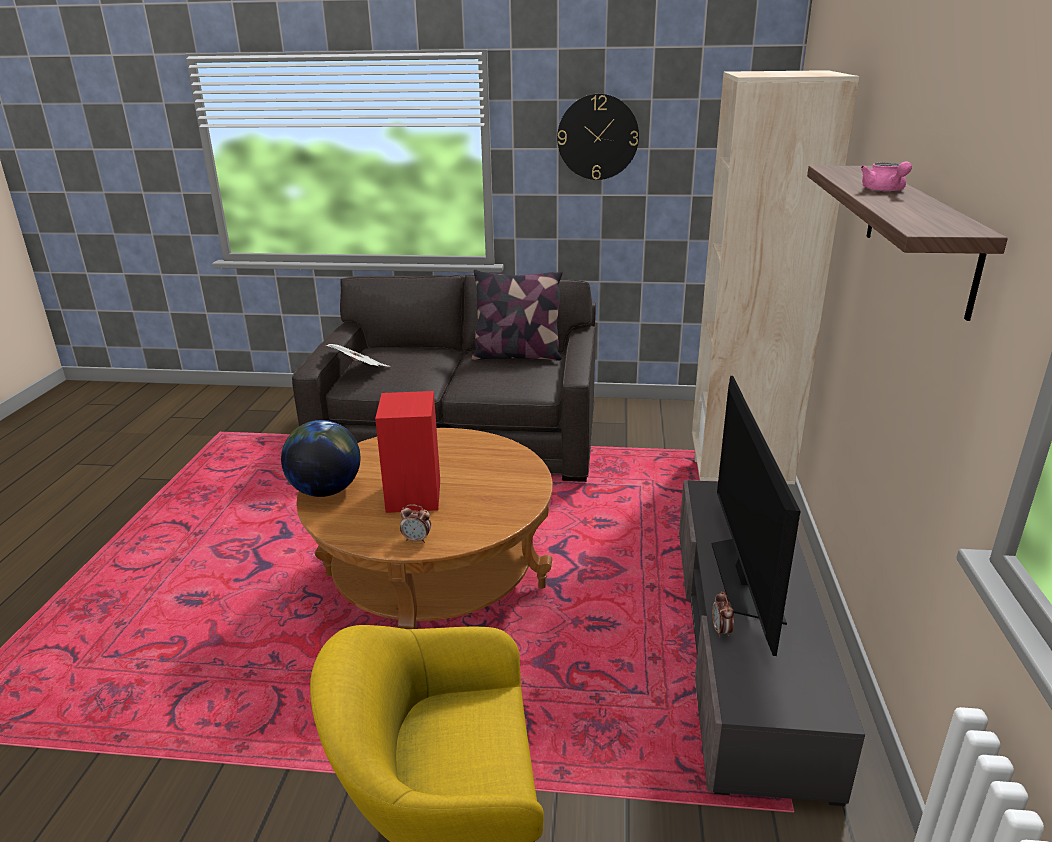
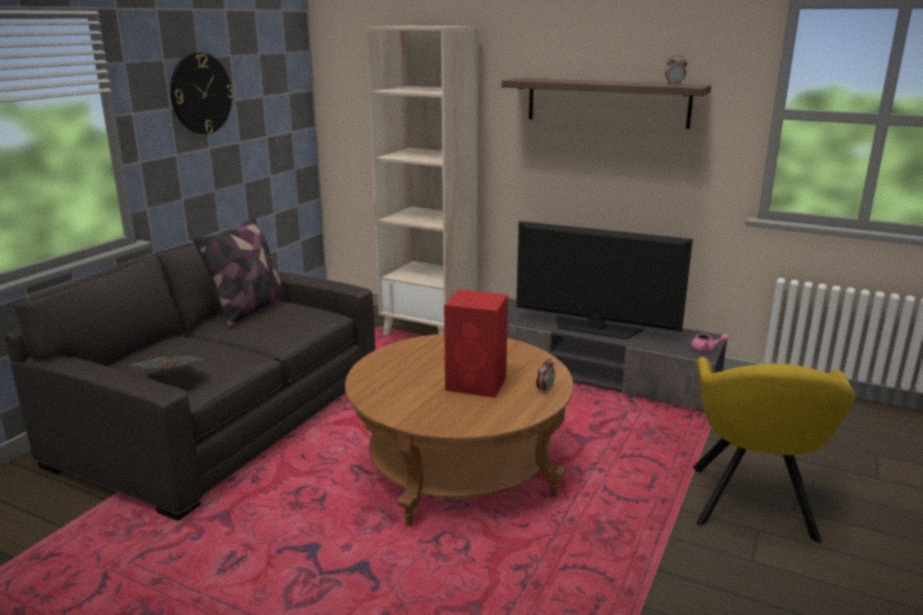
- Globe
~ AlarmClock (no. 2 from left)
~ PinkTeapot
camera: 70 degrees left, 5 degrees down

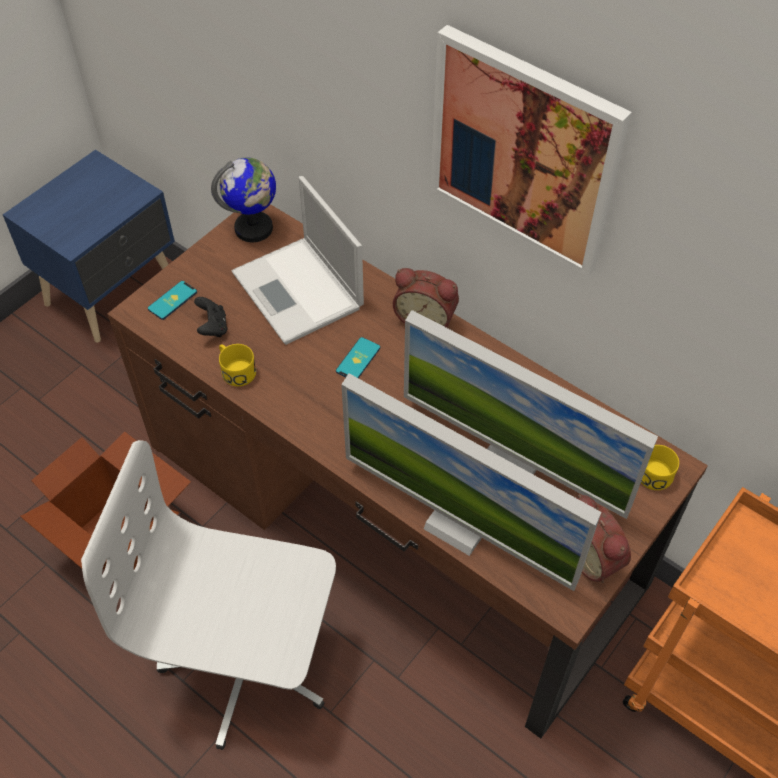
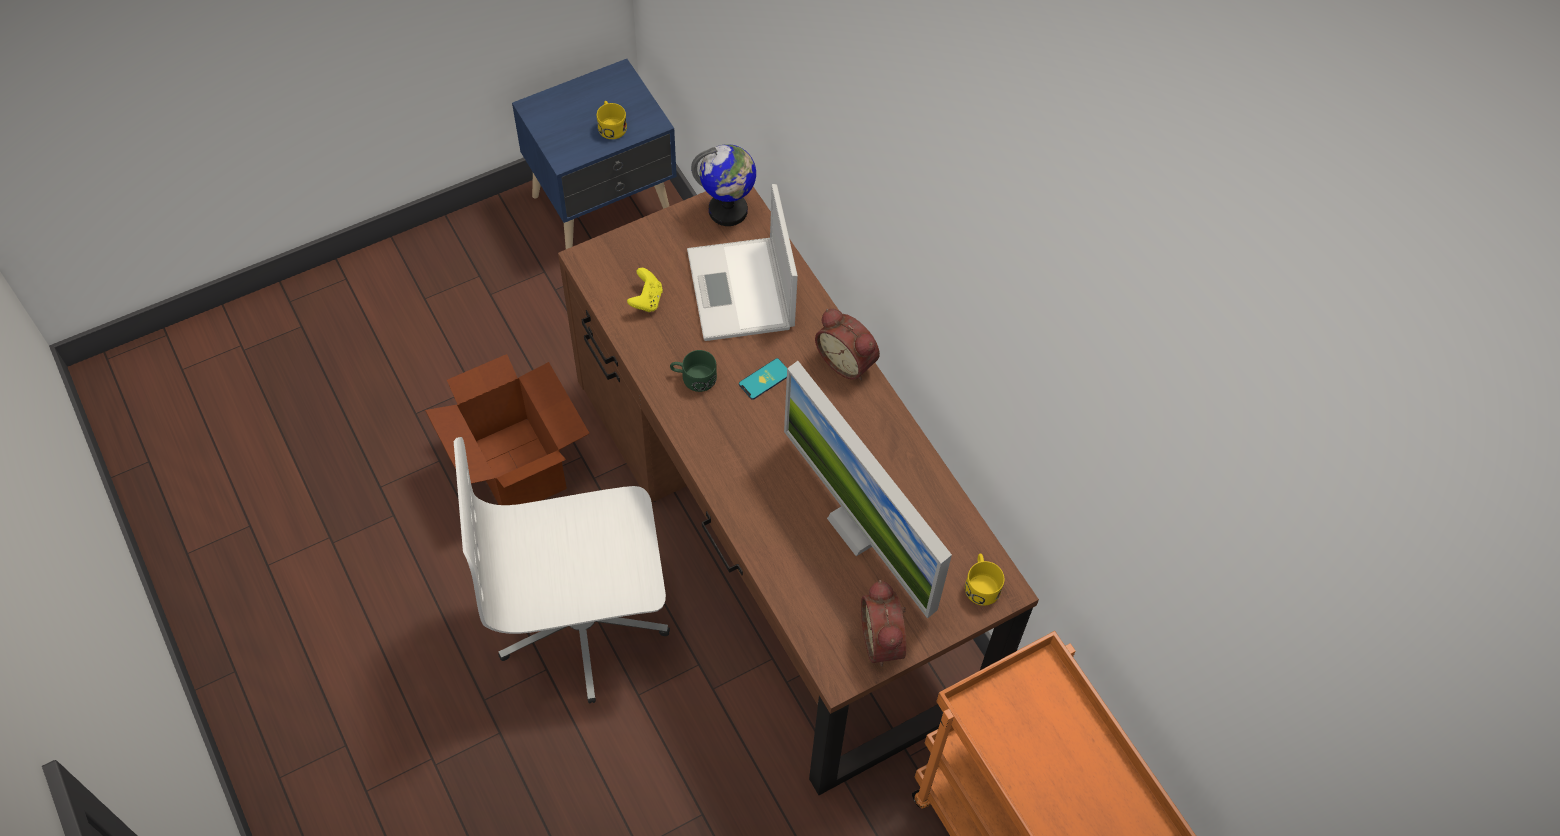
~ WhiteOfficeChair 45 degrees counterclockwise
- Phone (no. 1 from left)
~ BlackGameController to YellowGameController
~ YellowMug (no. 1 from left)
- Monitor (no. 1 from left)
- Picture
+ GreenMug
camera: 20 degrees right, 5 degrees up

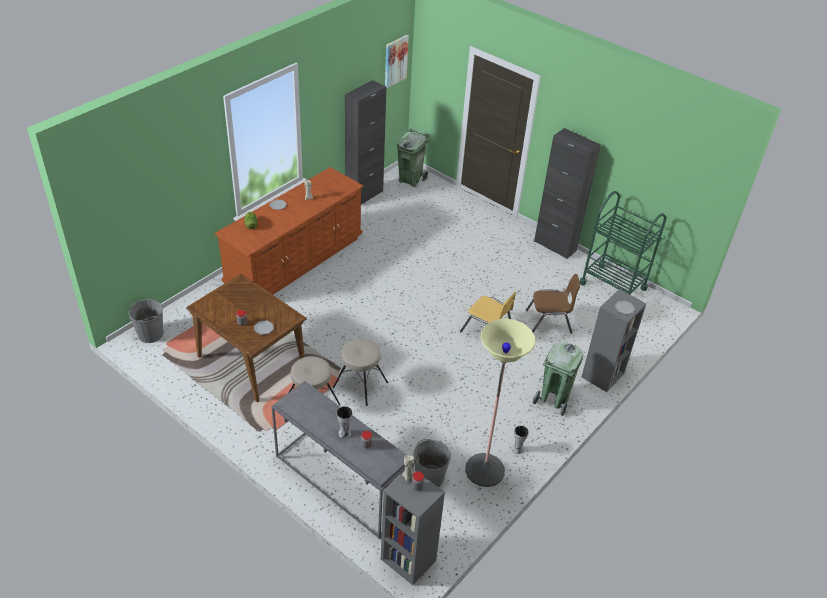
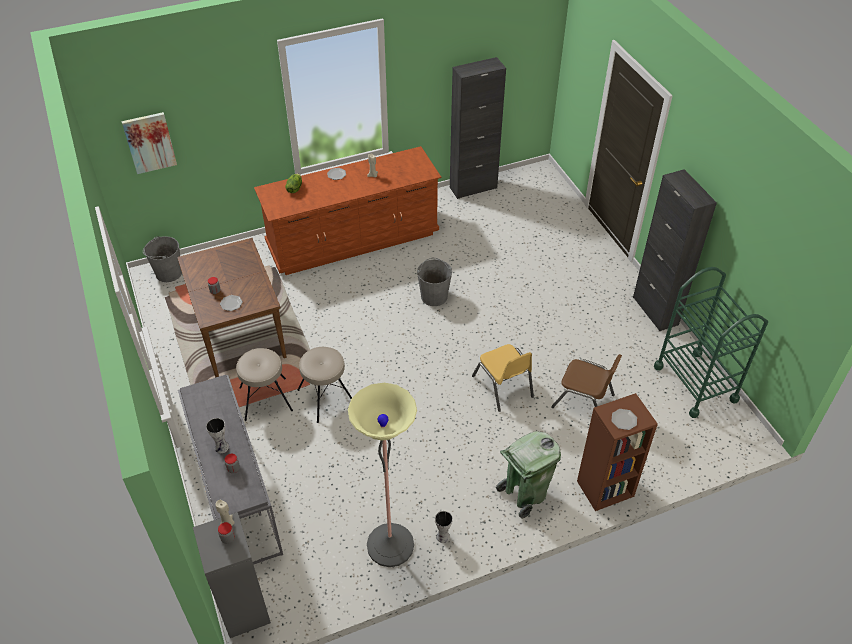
~ Picture
- GreenTrashCan (no. 1 from left)
~ GreyBucket (no. 2 from left)
~ GreyBookcase (no. 2 from left) to BrownBookcase
camera: 30 degrees right, 5 degrees up

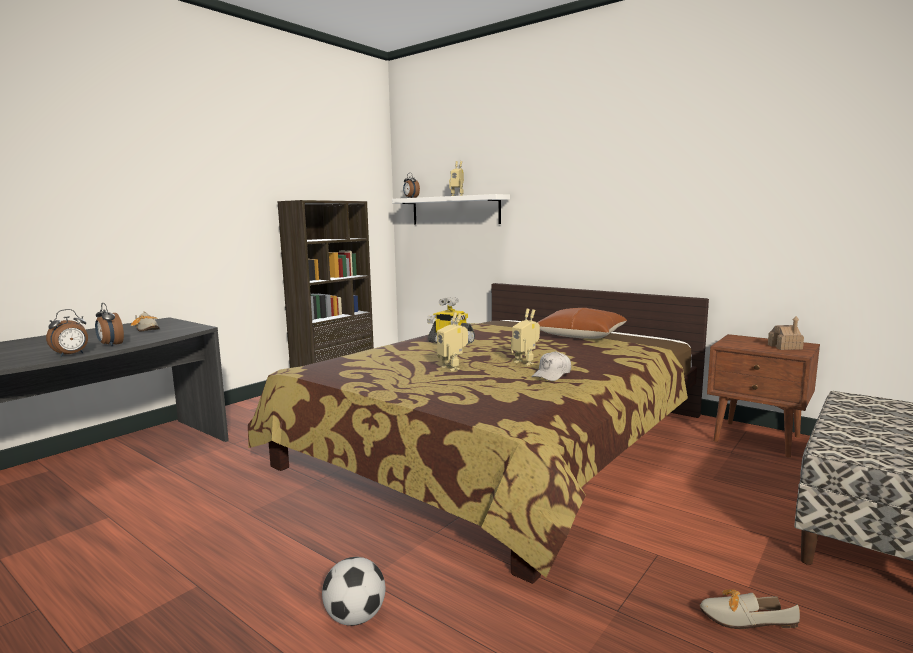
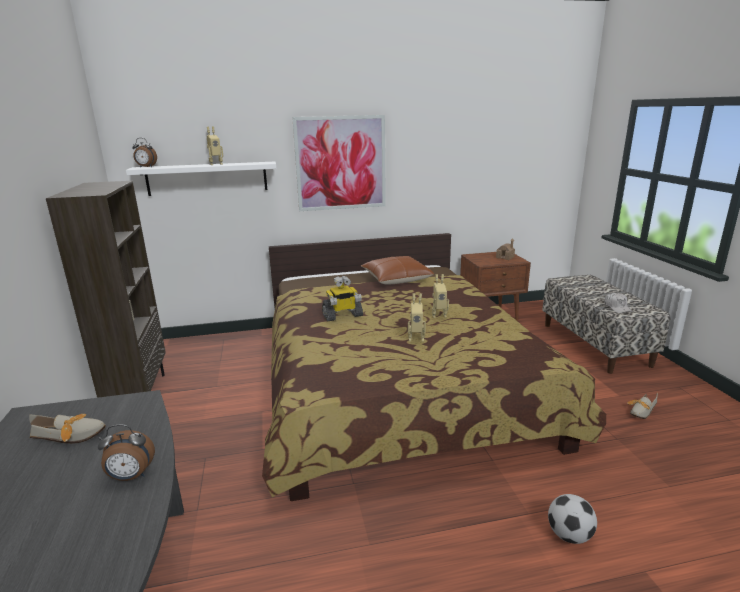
- AlarmClock (no. 1 from left)
~ WhiteCap
+ Picture
camera: 50 degrees left, 10 degrees up

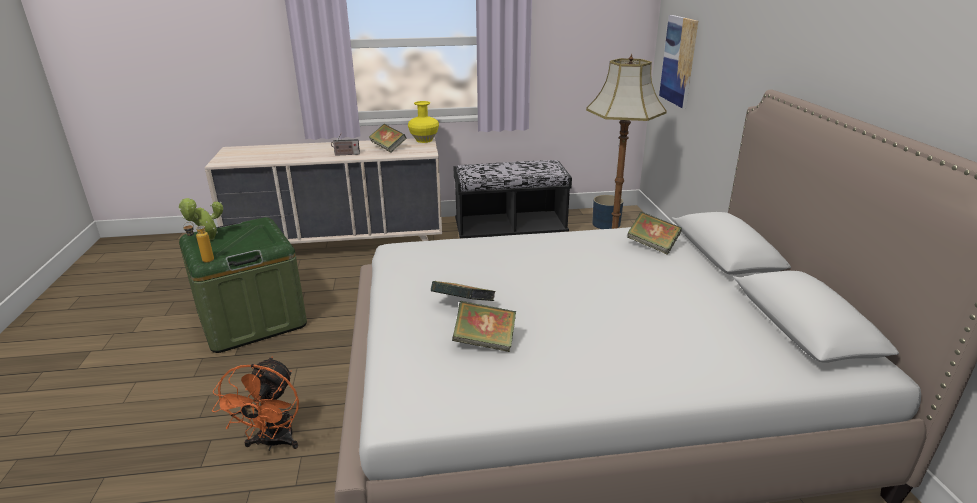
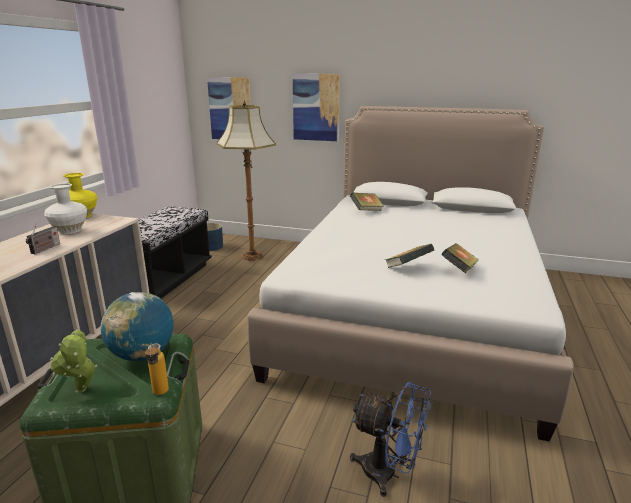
~ OrangeFan to BlueFan
~ Book (no. 1 from left) to WhiteVase
+ Globe
+ Picture (no. 2 from left)
camera: 65 degrees left, 5 degrees down

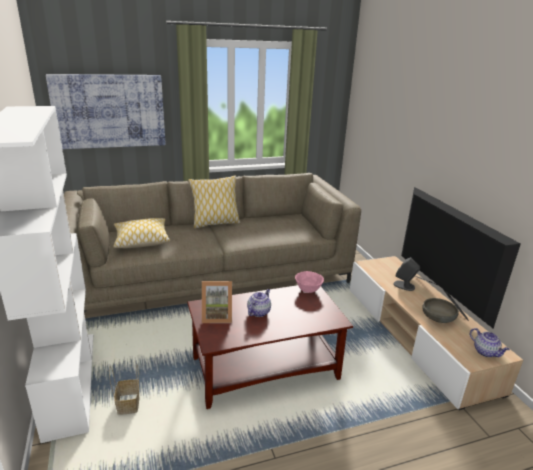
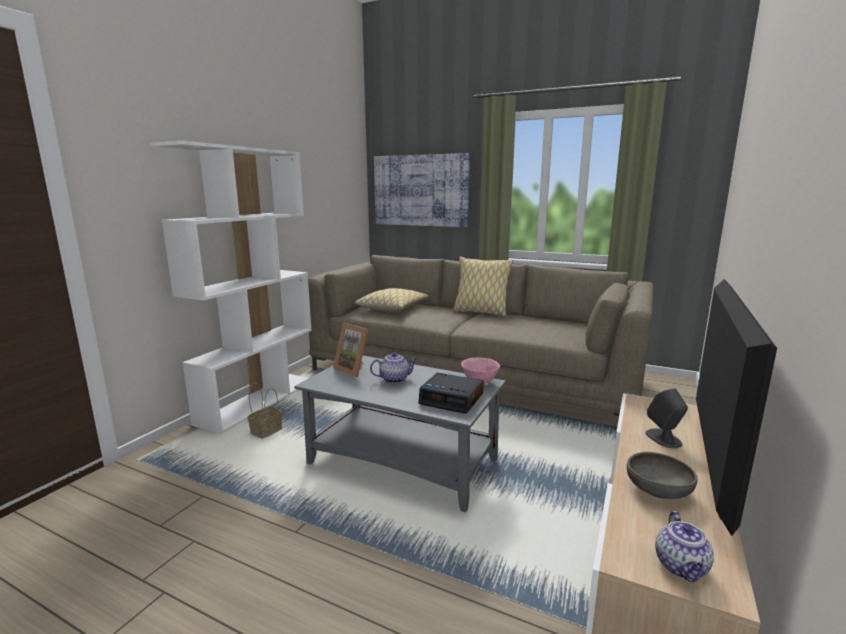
~ BrownCoffeeTable to GreyCoffeeTable
+ AlarmClock
camera: 45 degrees right, 10 degrees down

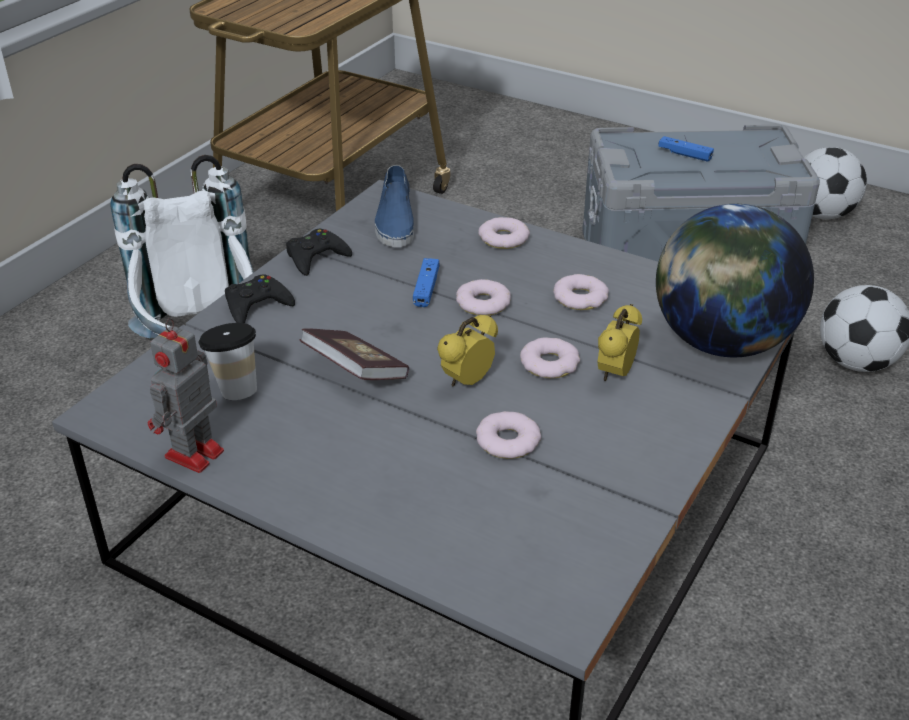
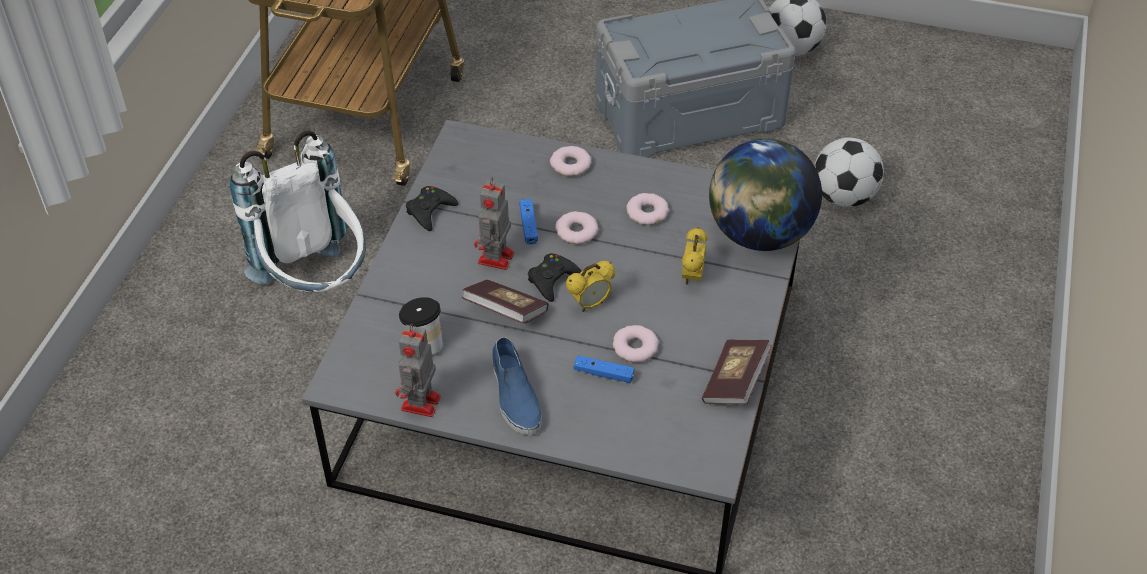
~ BlackGameController (no. 1 from left in the first image) to BlackGameController (no. 2 from left)
~ BlueShoe
~ AlarmClock (no. 1 from left) 150 degrees counterclockwise
- Donut (no. 4 from left)
~ BlueGameController (no. 2 from left)
+ ToyRobot (no. 2 from left)
+ Book (no. 2 from left)
camera: 15 degrees left, 10 degrees up

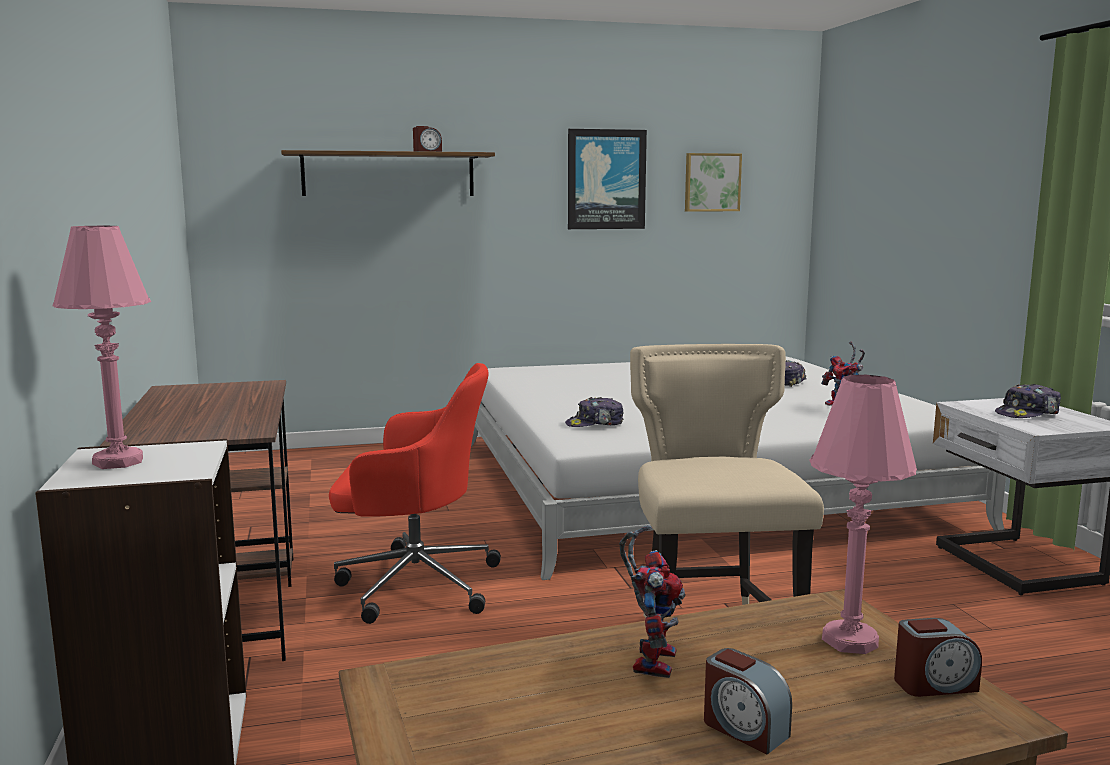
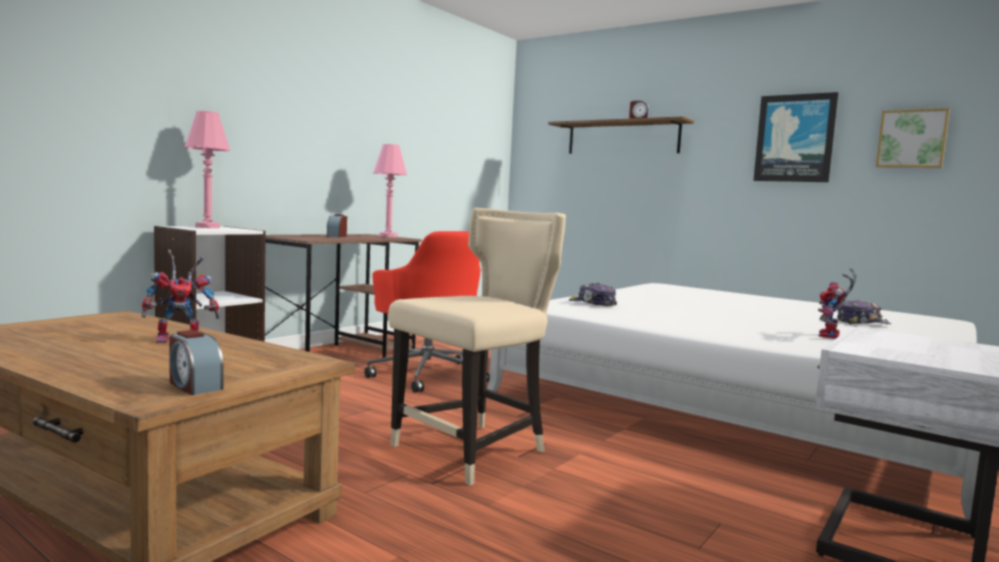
~ AlarmClock (no. 2 from left)
~ PinkTableLamp (no. 2 from left)
- Cap (no. 3 from left)
camera: 50 degrees right, 5 degrees down

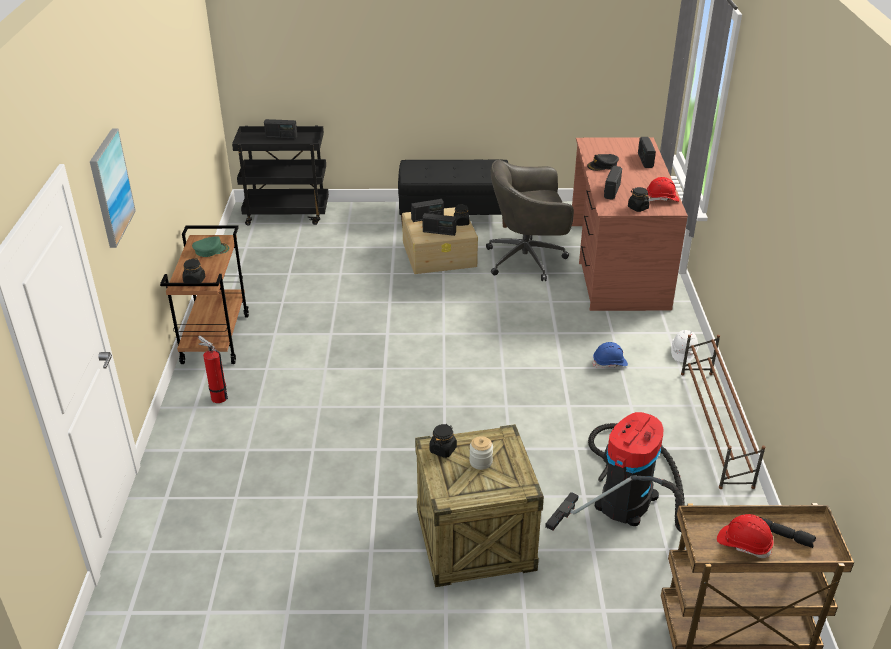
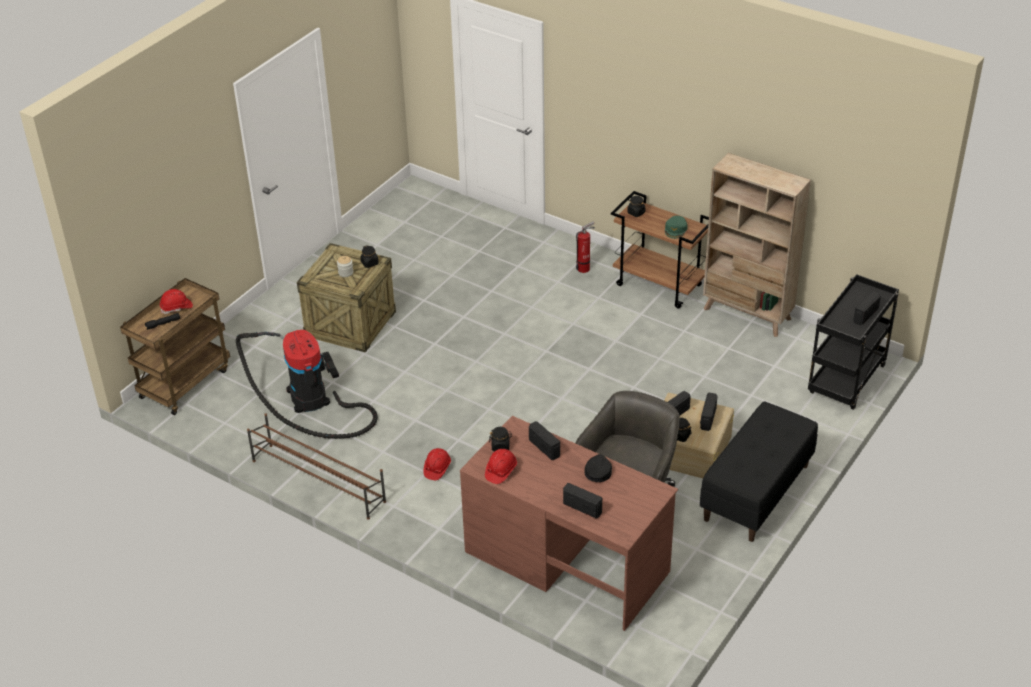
- Picture
~ BlueHardHat to RedHardHat (no. 2 from left)
- WhiteHardHat
+ BeigeBookcase
camera: 125 degrees right, 5 degrees up

